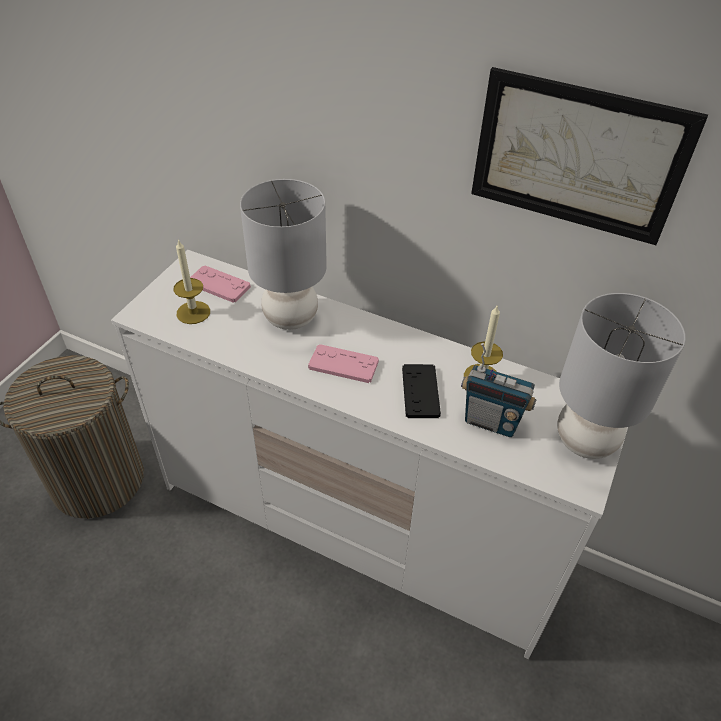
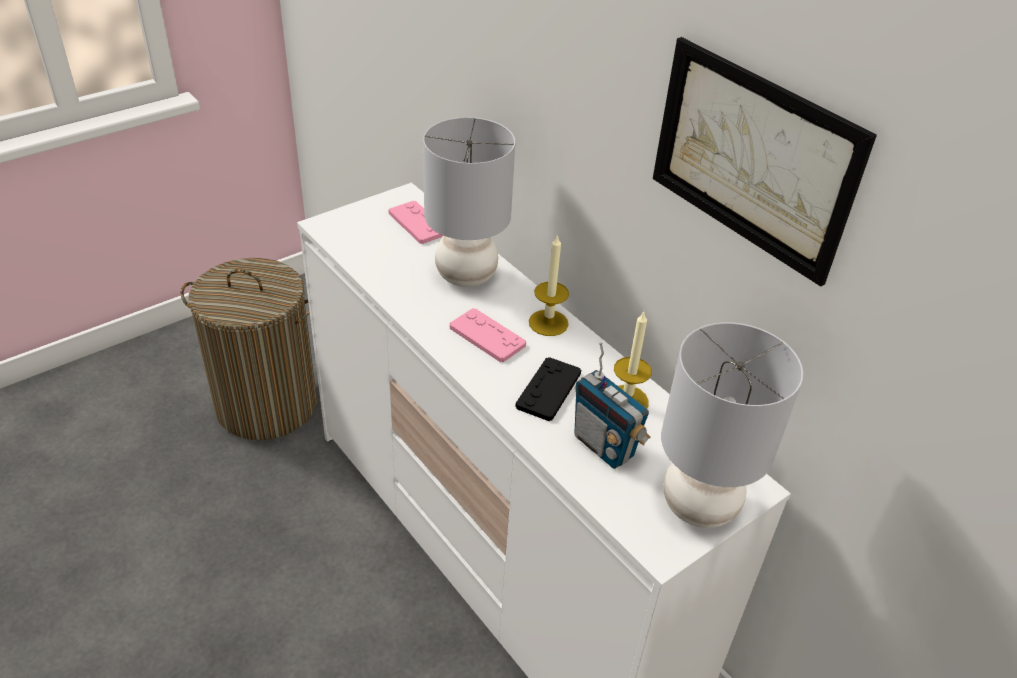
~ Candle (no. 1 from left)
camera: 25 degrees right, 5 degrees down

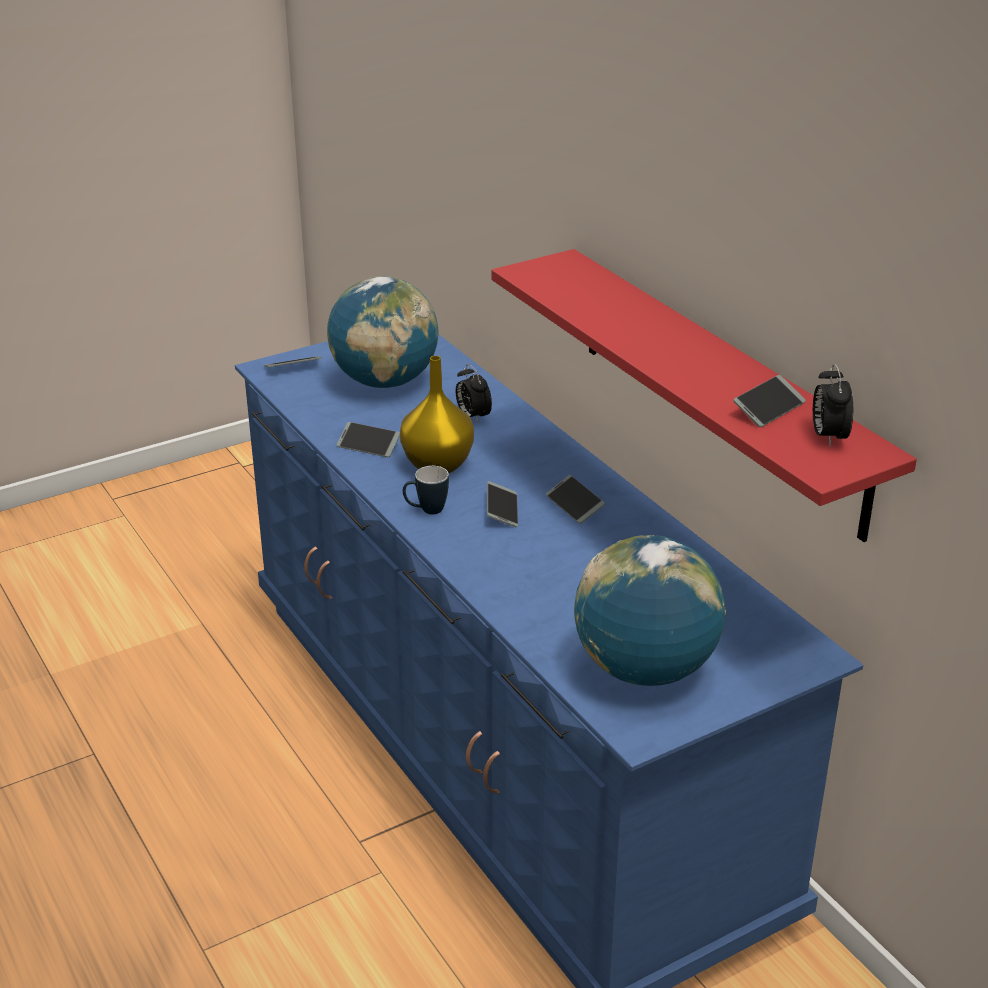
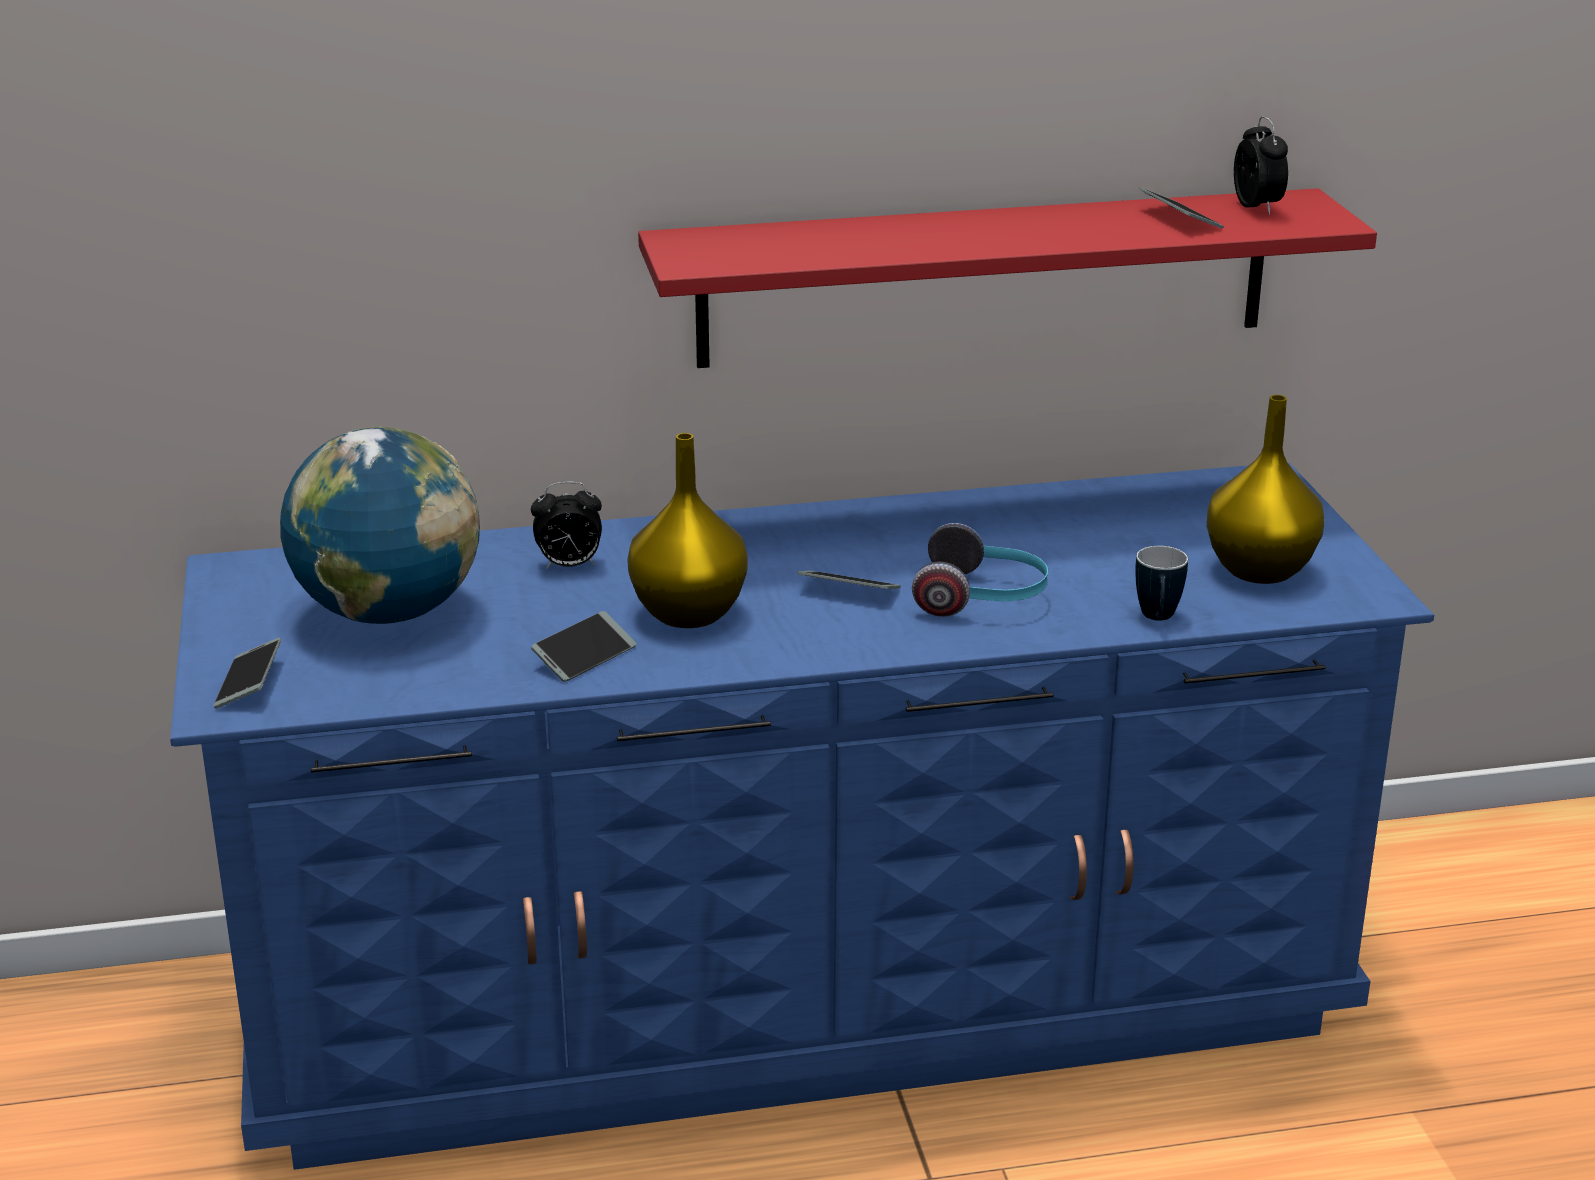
~ Mug
- Phone (no. 4 from left)
~ Globe (no. 2 from left) to YellowVase (no. 2 from left)
~ AlarmClock (no. 2 from left) 120 degrees counterclockwise
+ Headphones
camera: 70 degrees left, 5 degrees down

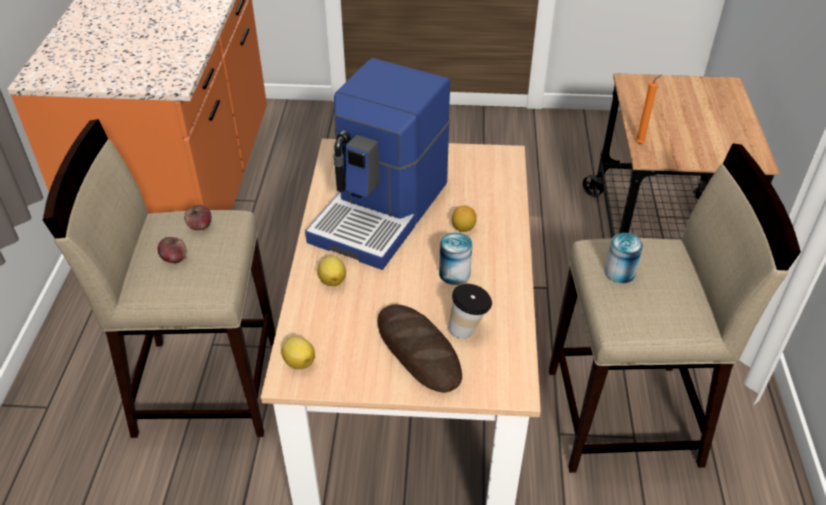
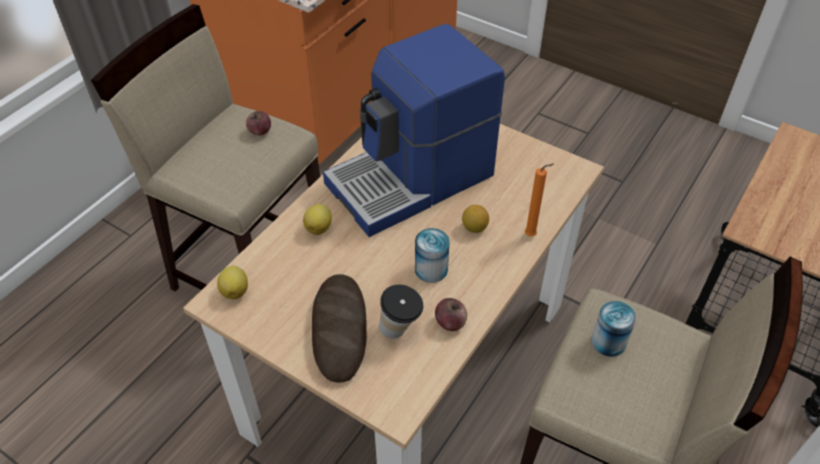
~ Apple (no. 1 from left in the first image) to Apple (no. 2 from left)
~ OrangeCandle
camera: 30 degrees right, 5 degrees up

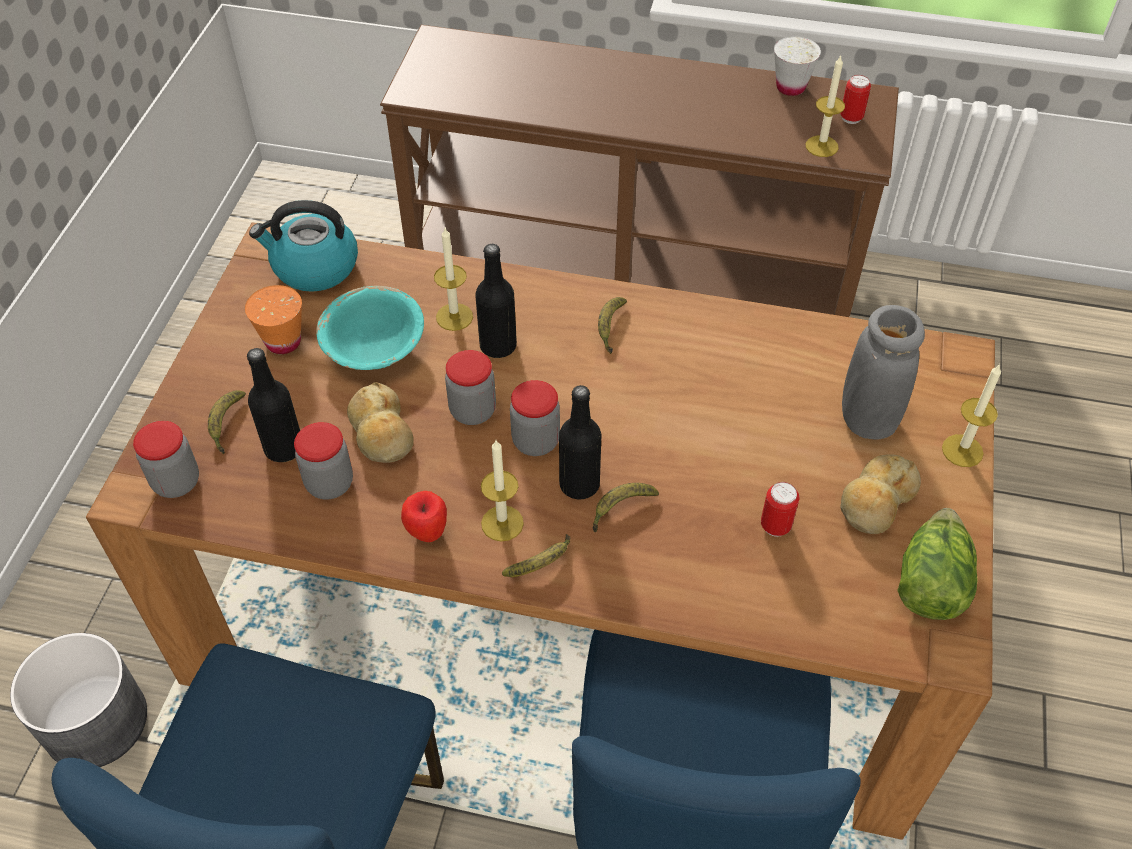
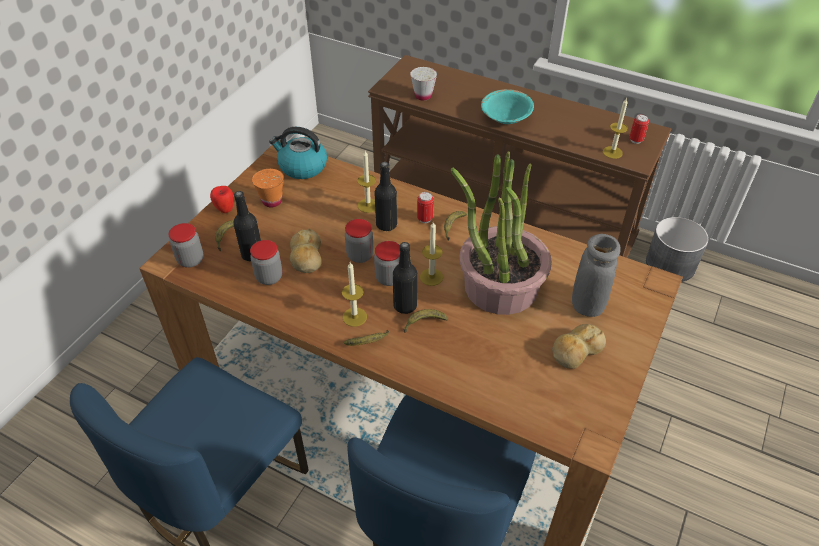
~ GreyPlanter
~ TurquoiseBowl
~ Apple
~ Can (no. 1 from left)
~ WhiteCup
- Lettuce
~ Candle (no. 4 from left in the first image) to Candle (no. 3 from left)
+ PottedPlant
camera: 15 degrees right, 5 degrees down

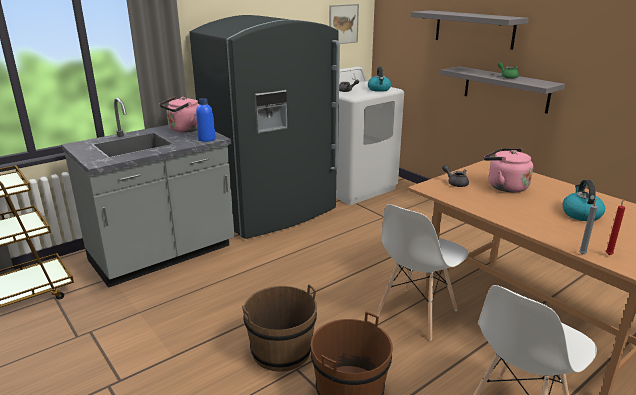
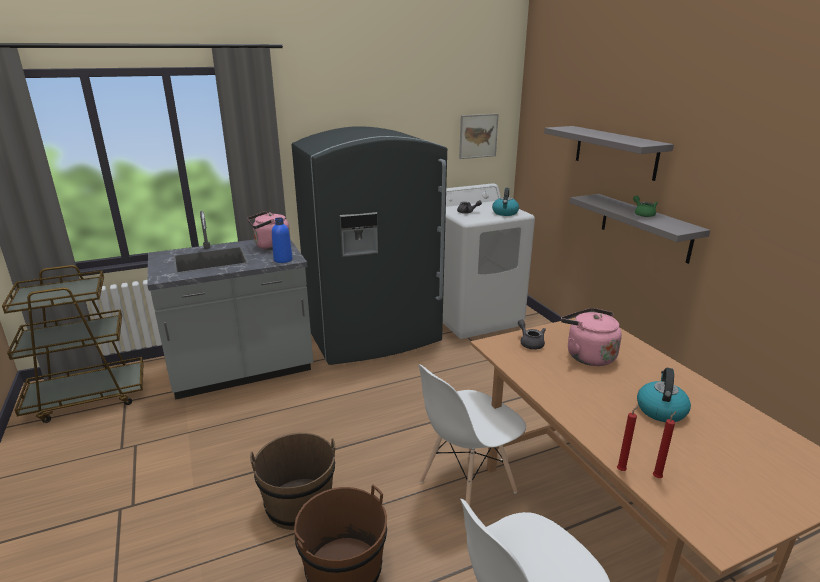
~ GreyCandle to RedCandle (no. 1 from left)
camera: 15 degrees right, 0 degrees up

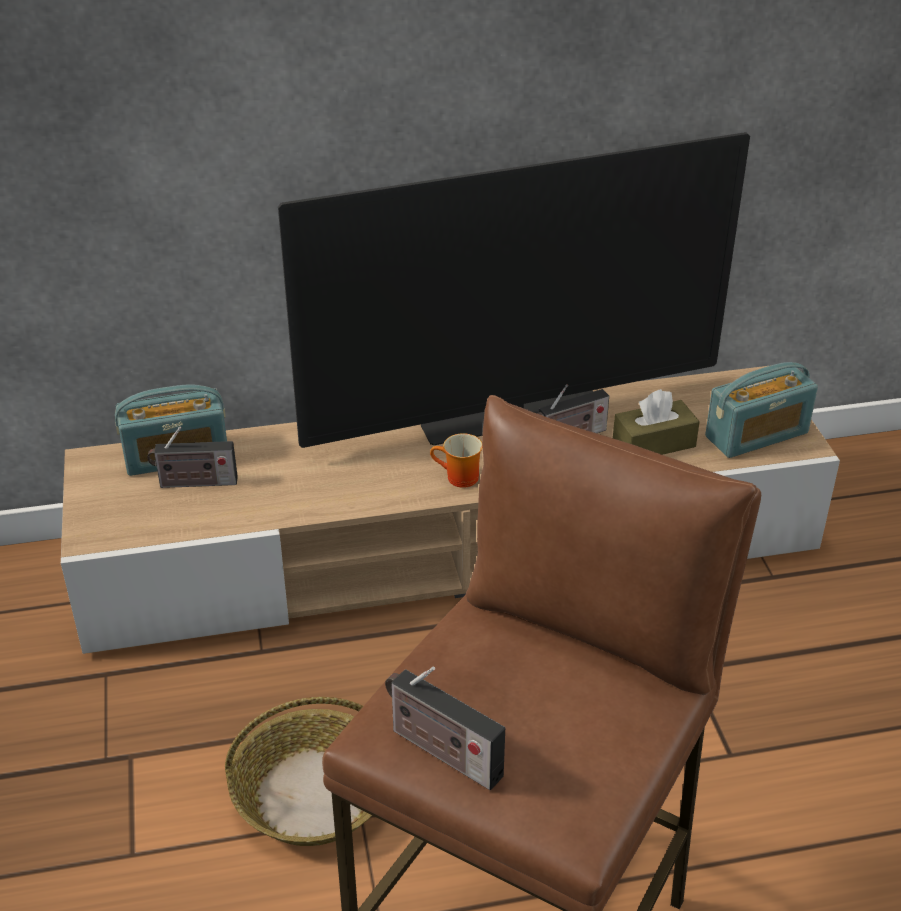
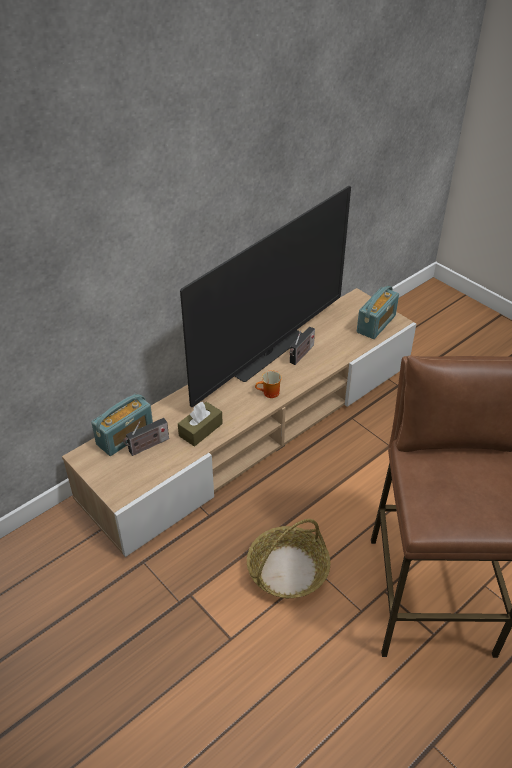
- Radio (no. 3 from left)
~ BrownTissueBox
camera: 30 degrees left, 5 degrees up

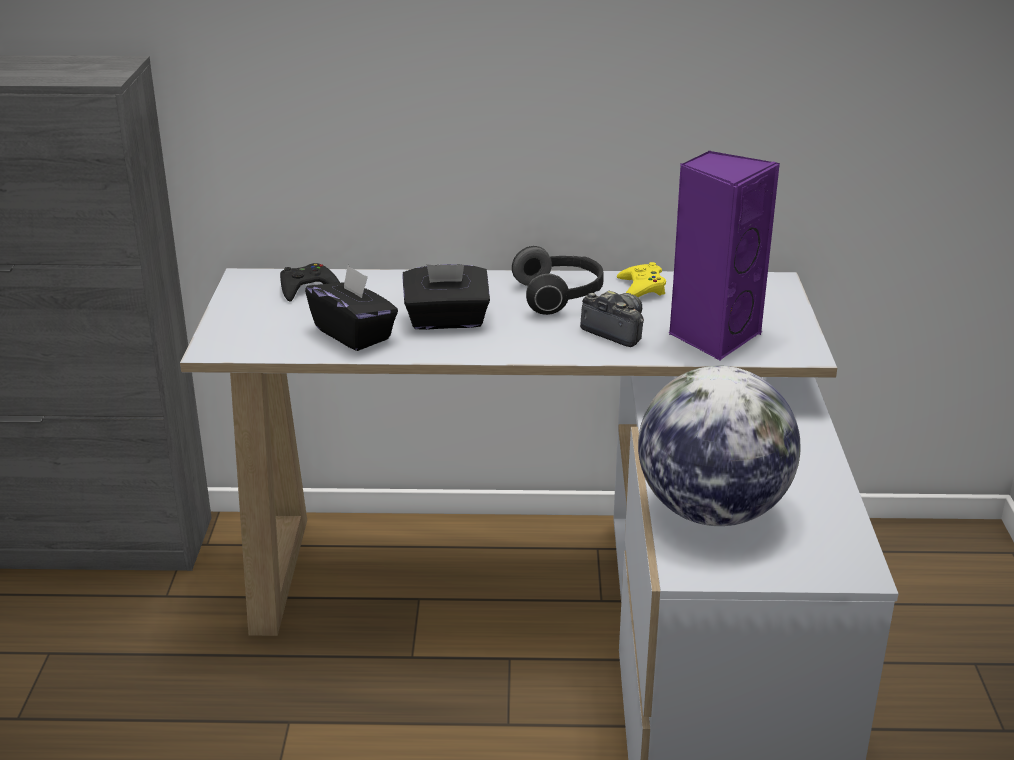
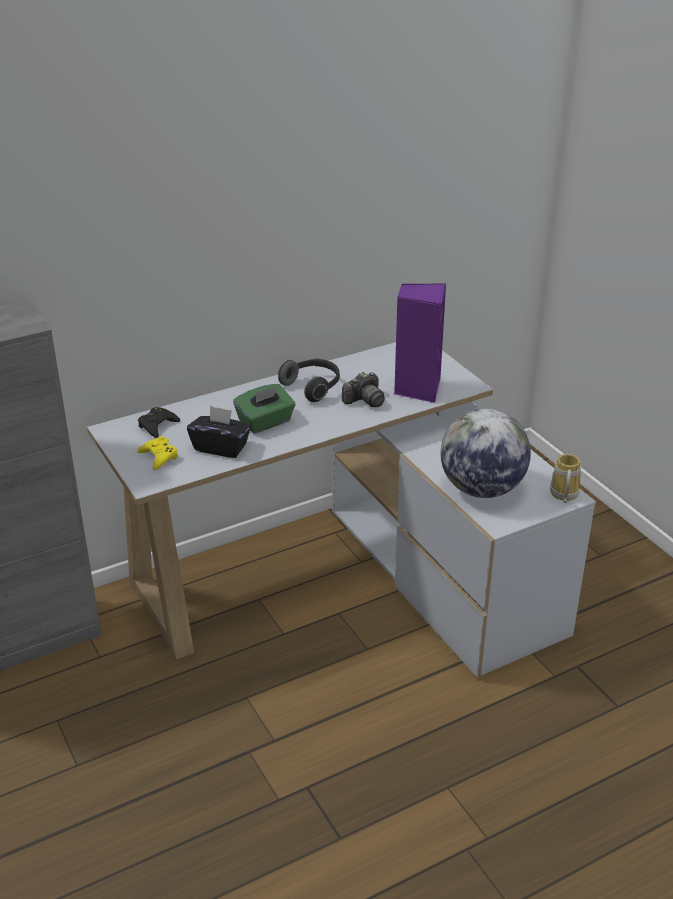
~ BlackTissueBox (no. 2 from left) to GreenTissueBox
~ PhotoCamera 135 degrees clockwise
~ YellowGameController
+ Mug
camera: 30 degrees left, 5 degrees up

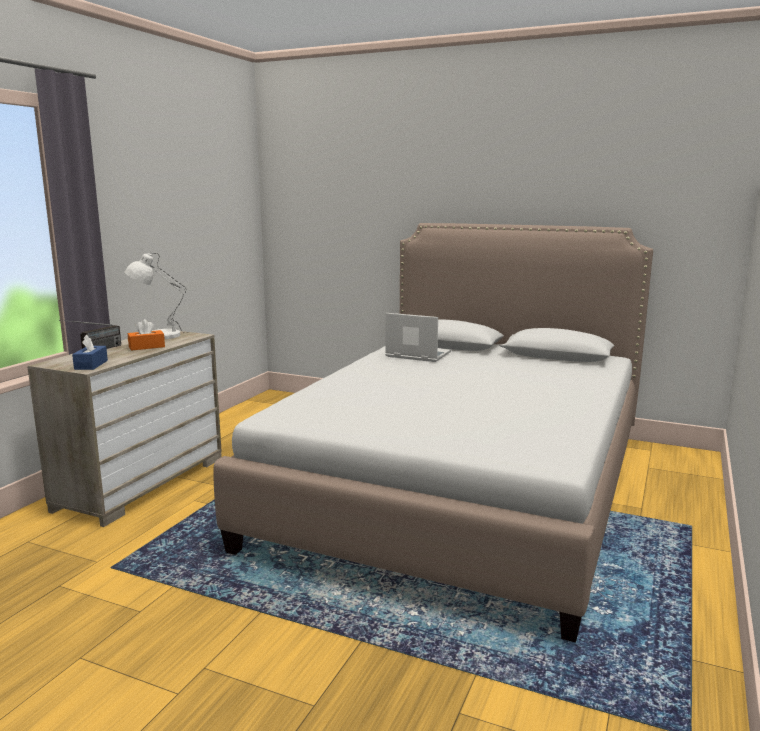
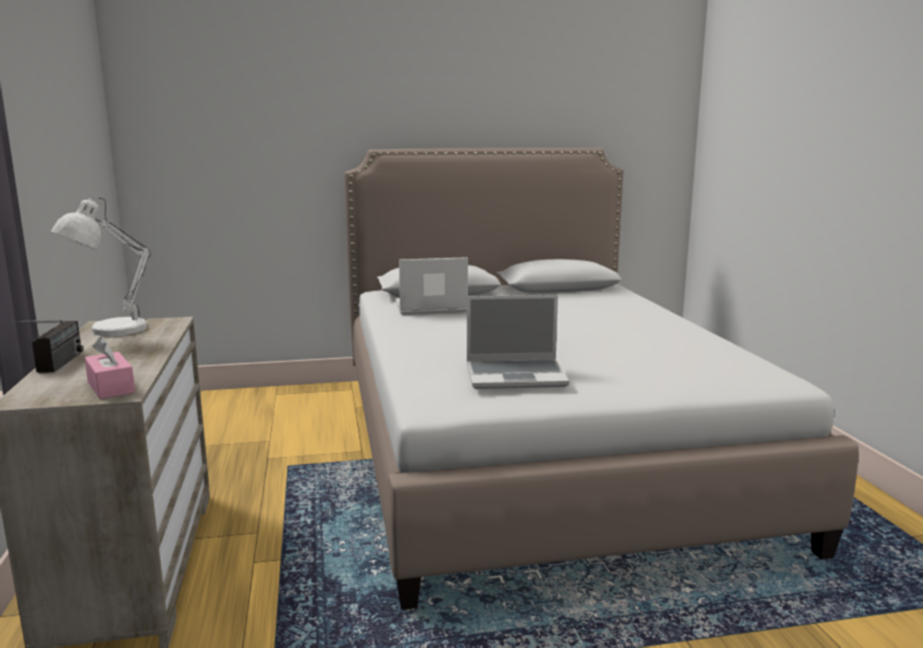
~ BlueTissueBox to PinkTissueBox
- OrangeTissueBox
+ Laptop (no. 2 from left)
camera: 35 degrees left, 0 degrees up

